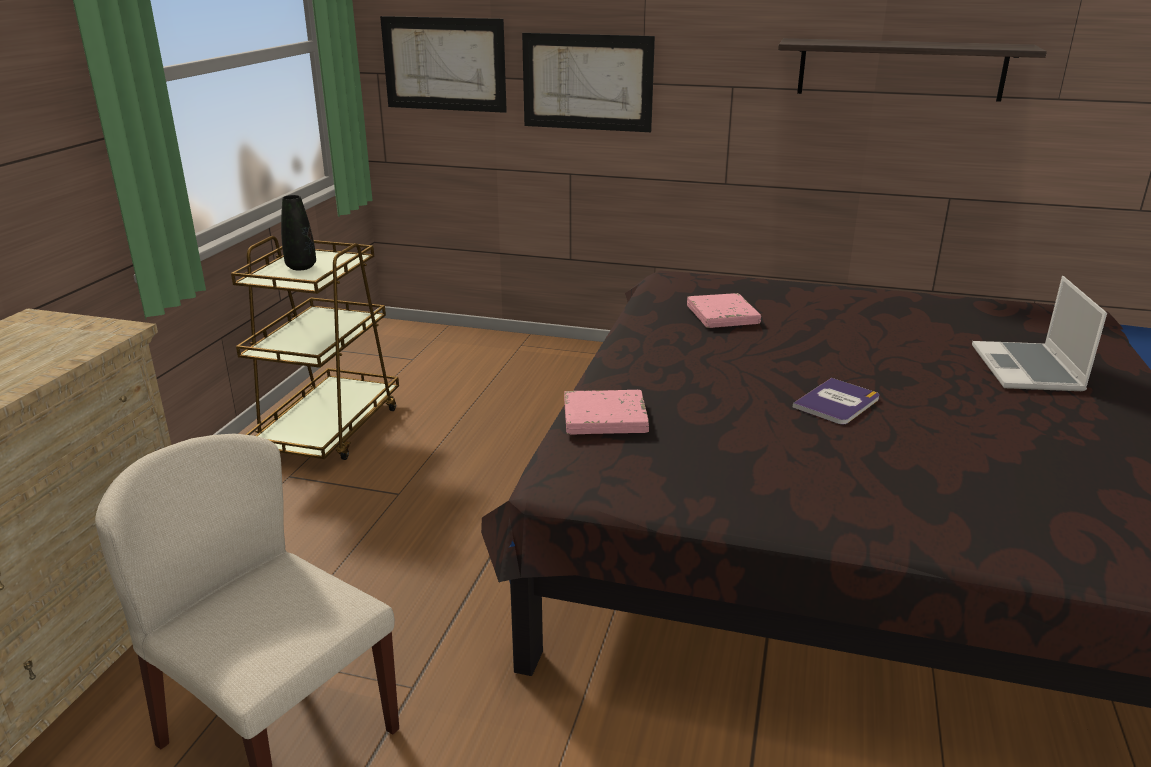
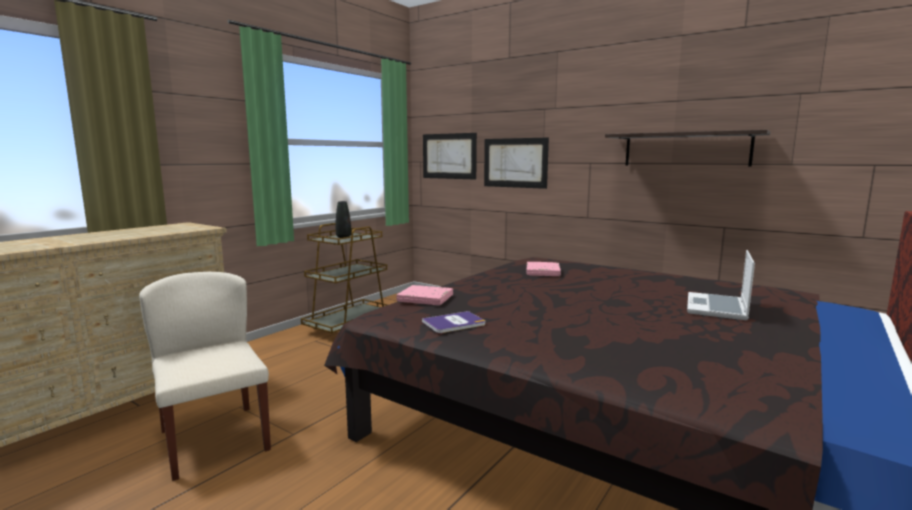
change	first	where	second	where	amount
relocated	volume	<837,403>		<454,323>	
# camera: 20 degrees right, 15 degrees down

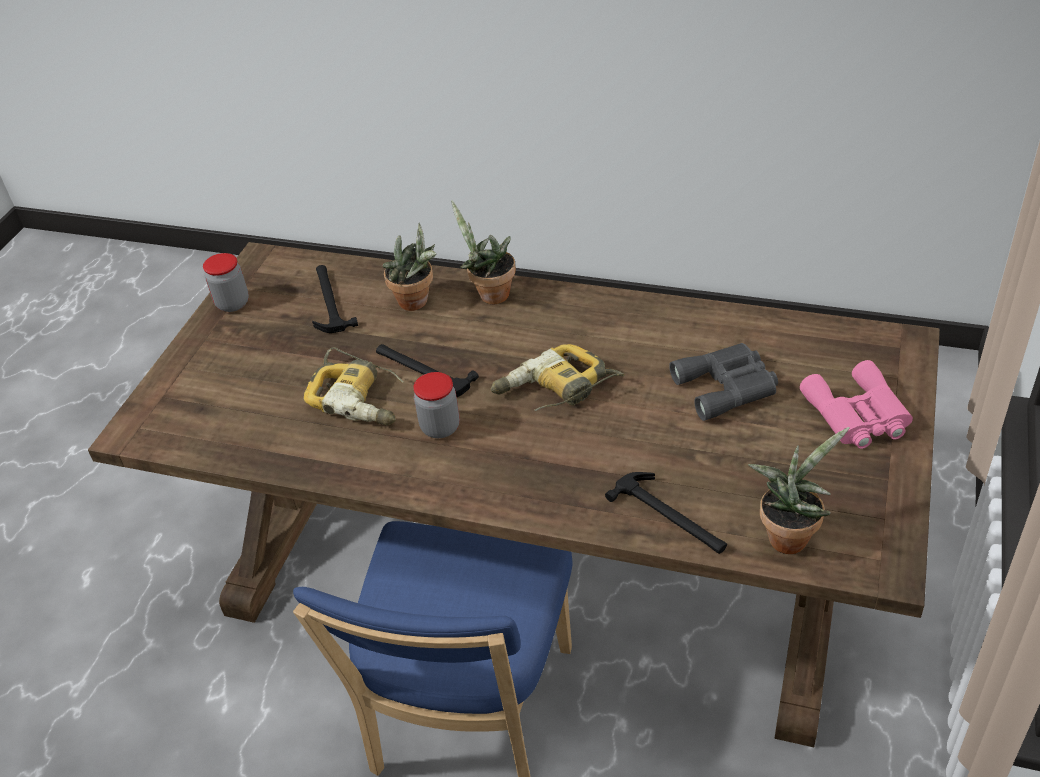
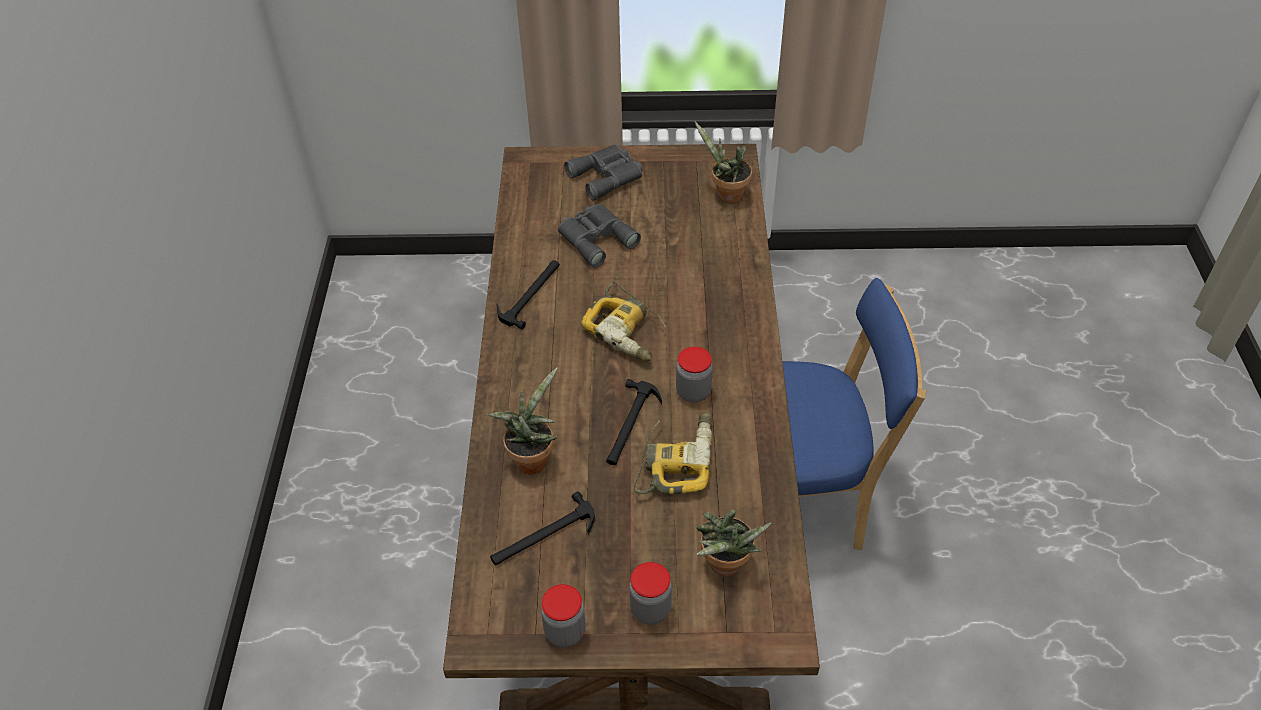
change	first	where	second	where	amount
appeared			storage_jar	<650,609>	
relocated	potted_plant	<490,294>		<725,567>	
relocated	hammer	<670,516>		<530,294>	
colour	pinkish_field_glasses	<857,416>	grey_field_glasses	<608,176>	
# camera: 110 degrees left, 5 degrees up

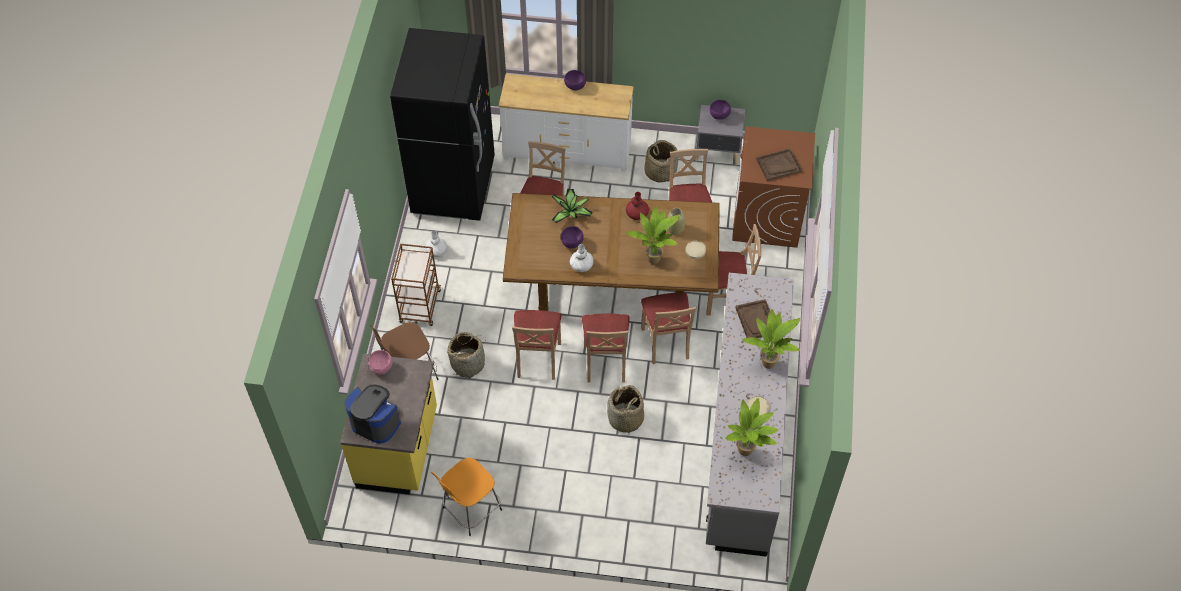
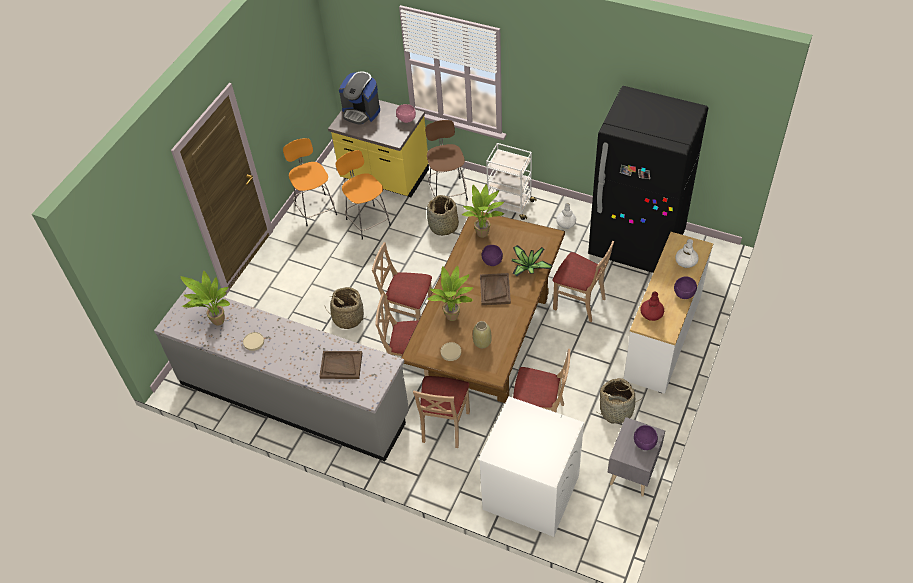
change	first	where	second	where	amount
missing	beige-coloured_plain_chair	<537,359>			
appeared			orange_stool	<367,221>	
relocated	white-coloured_decorative_vase	<581,265>		<685,261>	
relocated	reddish_decorative_vase	<637,213>		<651,314>	
relocated	potted_plant	<768,362>		<484,234>	
relocated	brownish_carrying_tray	<778,166>		<495,290>	
colour	brownish_cart	<420,307>	white-coloured_cart	<510,205>	
colour	brownish_laundry_machine	<767,217>	white-coloured_laundry_machine	<530,492>	
spun	coffee_machine	<376,422>		<361,112>	75 degrees clockwise
# camera: 110 degrees right, 5 degrees down

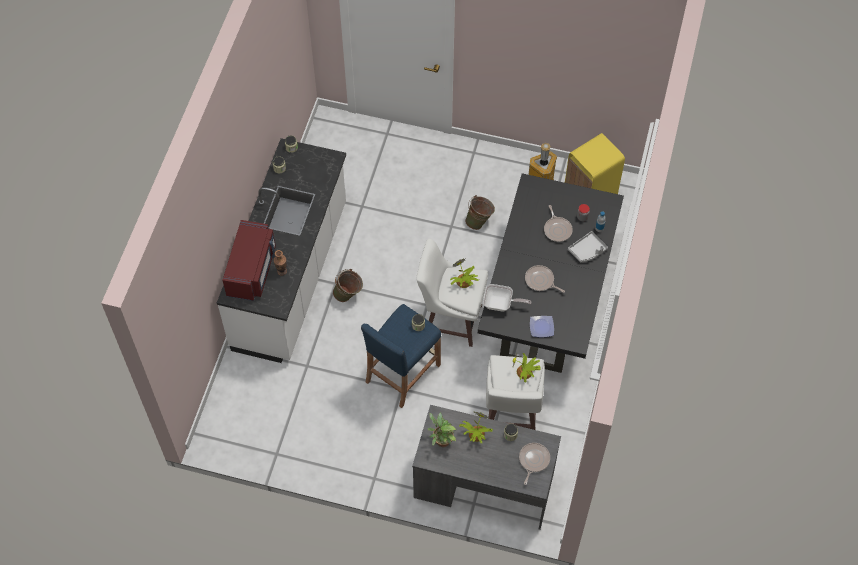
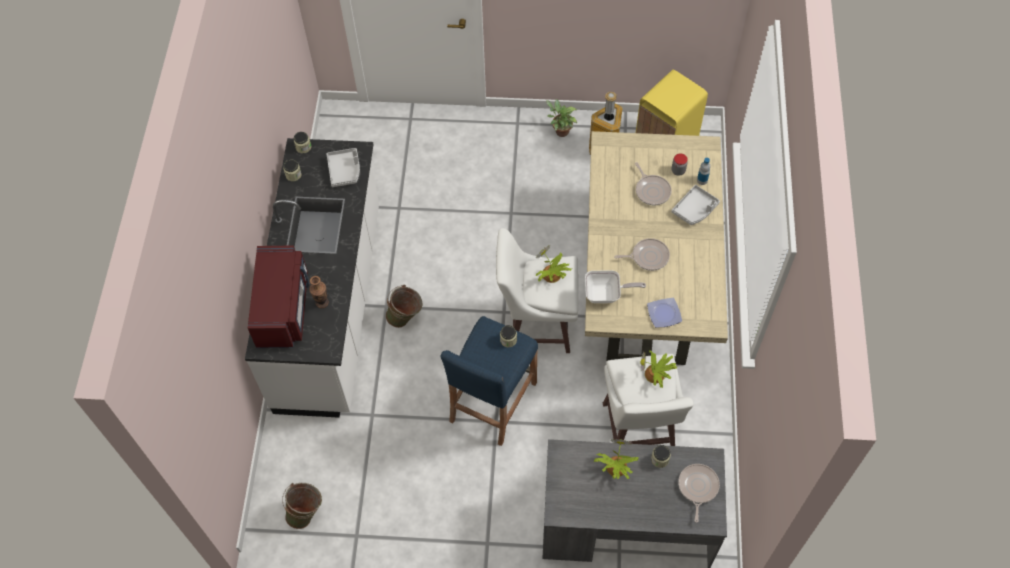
change	first	where	second	where	amount
appeared			grey_carrying_tray	<345,170>	
relocated	potted_plant	<441,440>		<560,131>	
relocated	green-coloured_water_bucket	<479,221>		<306,513>	
colour	blackish_dinner_table	<546,304>	beige-coloured_dinner_table	<646,284>	
spun	skillet	<540,281>		<648,256>	150 degrees clockwise
# camera: 10 degrees left, 0 degrees up

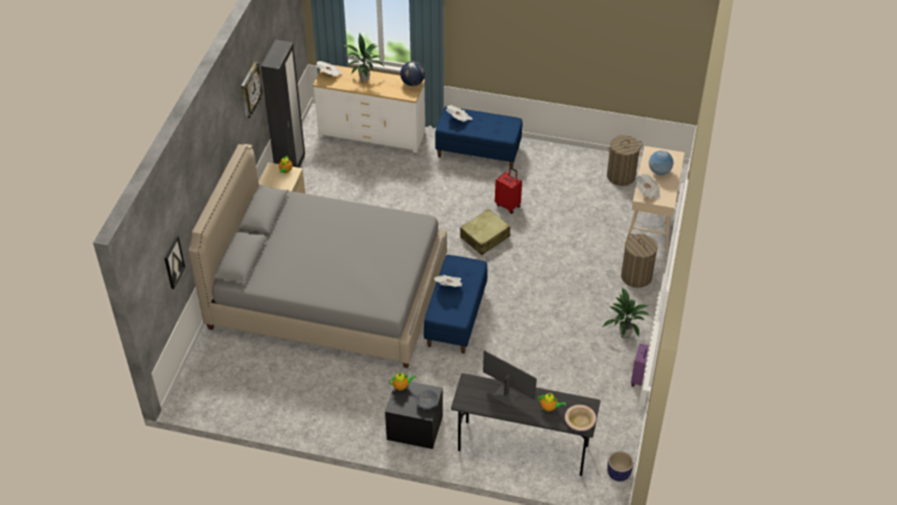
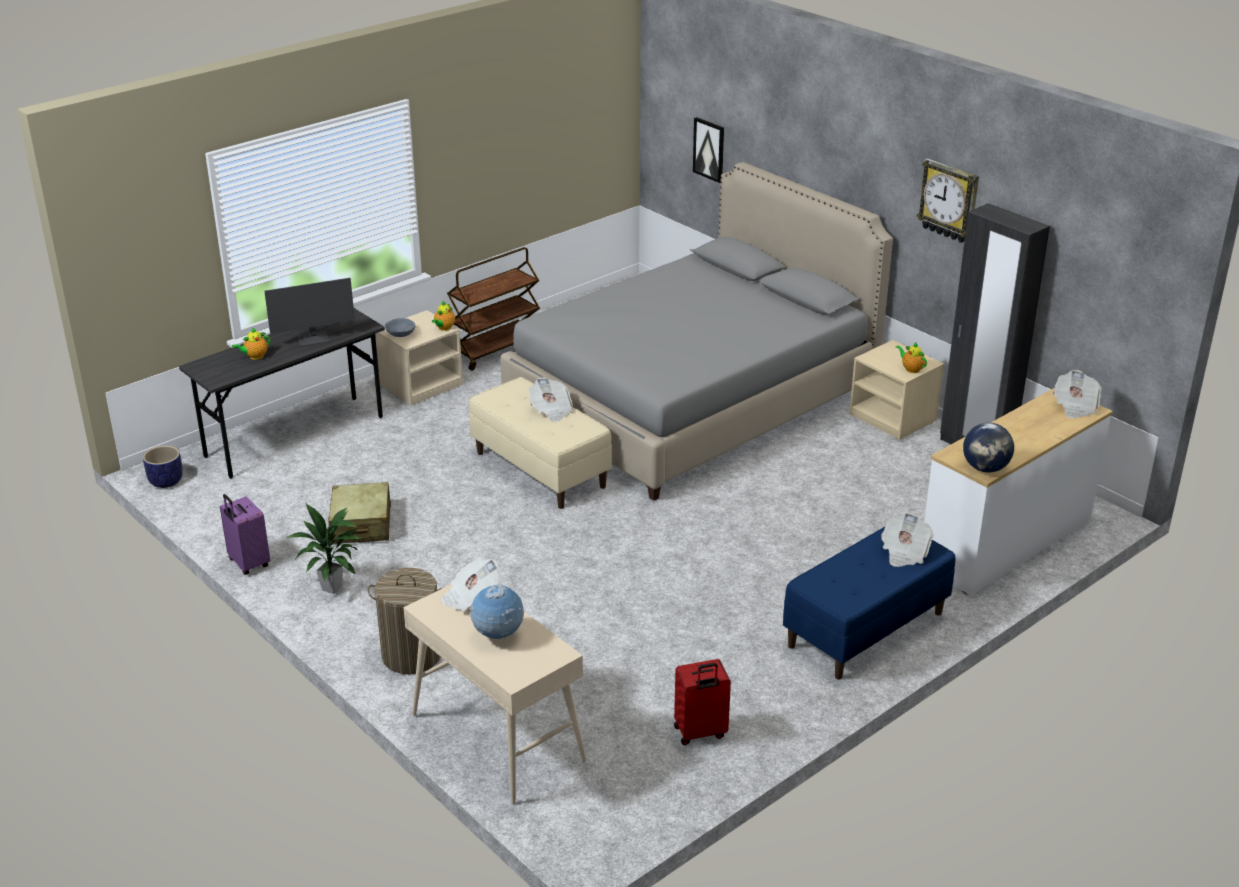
change	first	where	second	where	amount
missing	potted_plant	<364,79>			
missing	beige-coloured_serving_bowl	<579,421>			
missing	laundry_basket	<621,176>			
appeared			brownish_cart	<496,349>	
relocated	beige-coloured_travel_case	<485,237>		<361,525>	
relocated	reddish_travel_case	<508,205>		<700,733>	
colour	blackish_bedside_table	<414,428>	beige-coloured_bedside_table	<421,384>	
colour	blue-coloured_bench	<455,317>	beige-coloured_bench	<541,470>	
# camera: 125 degrees right, 15 degrees down

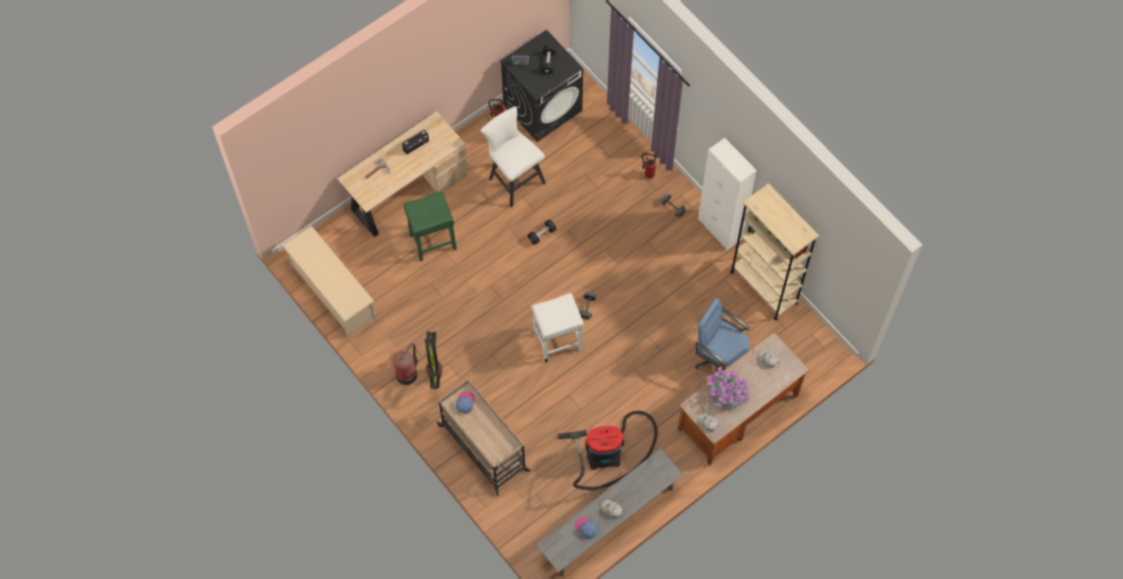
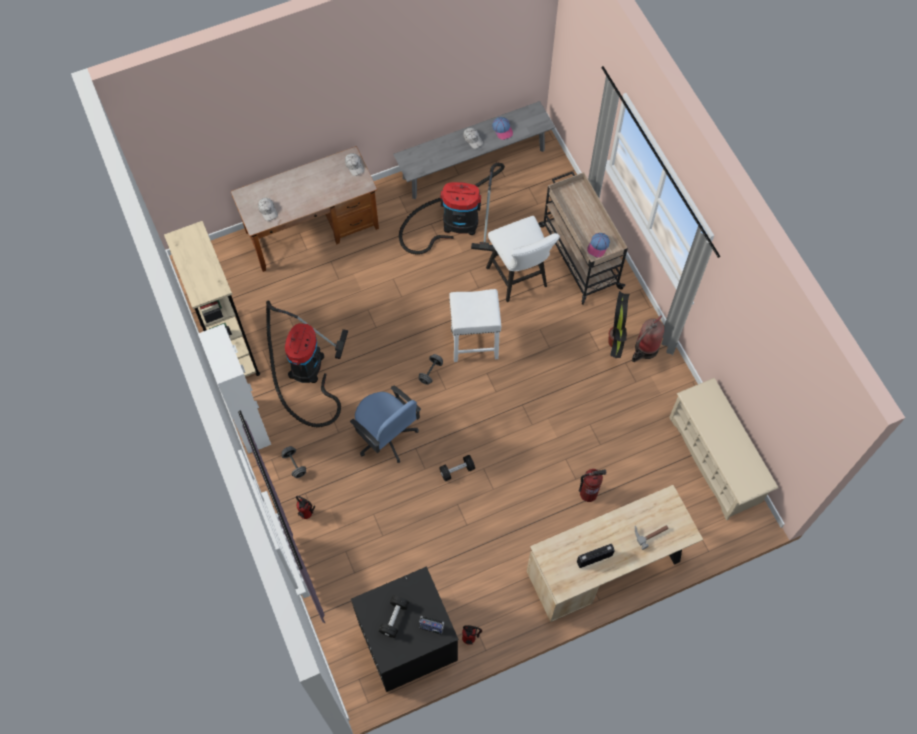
change	first	where	second	where	amount
missing	potted_plant	<727,394>			
appeared			vacuum_cleaner	<306,370>	
relocated	white-coloured_stool	<514,179>		<519,280>	
relocated	blue-coloured_office_chair	<720,357>		<386,436>	
exchanged	green-coloured_stool	<432,242>	fire_extinguisher	<588,493>	
# camera: 165 degrees left, 0 degrees up

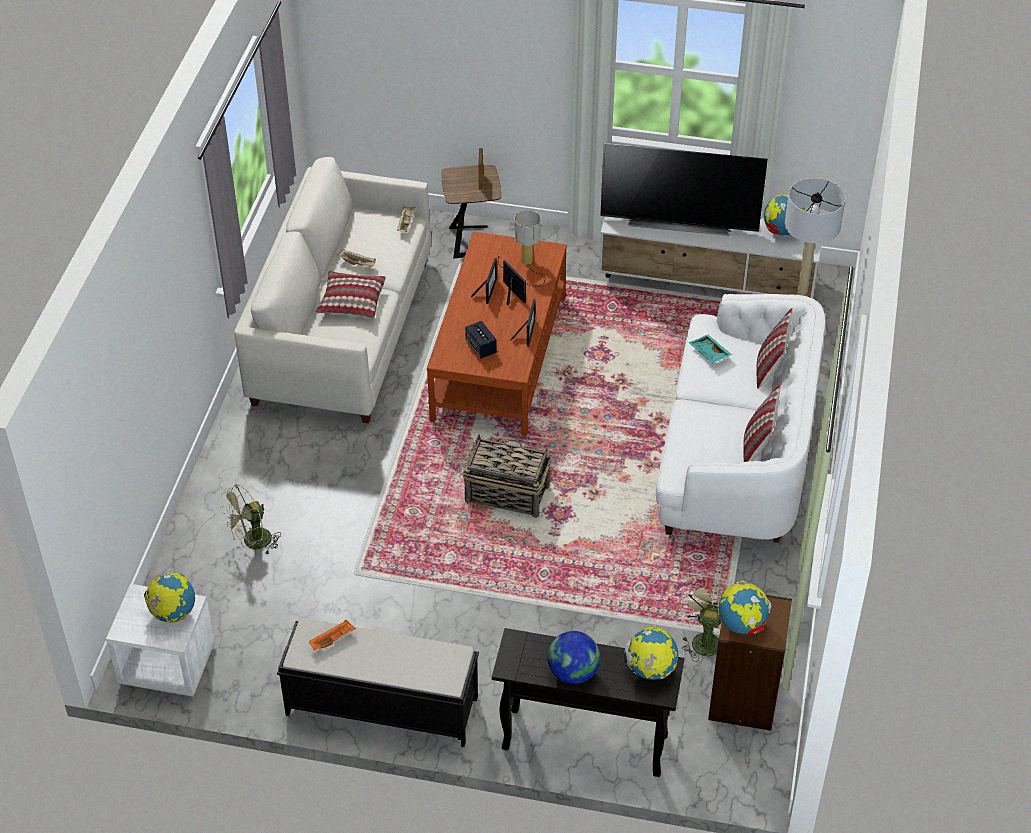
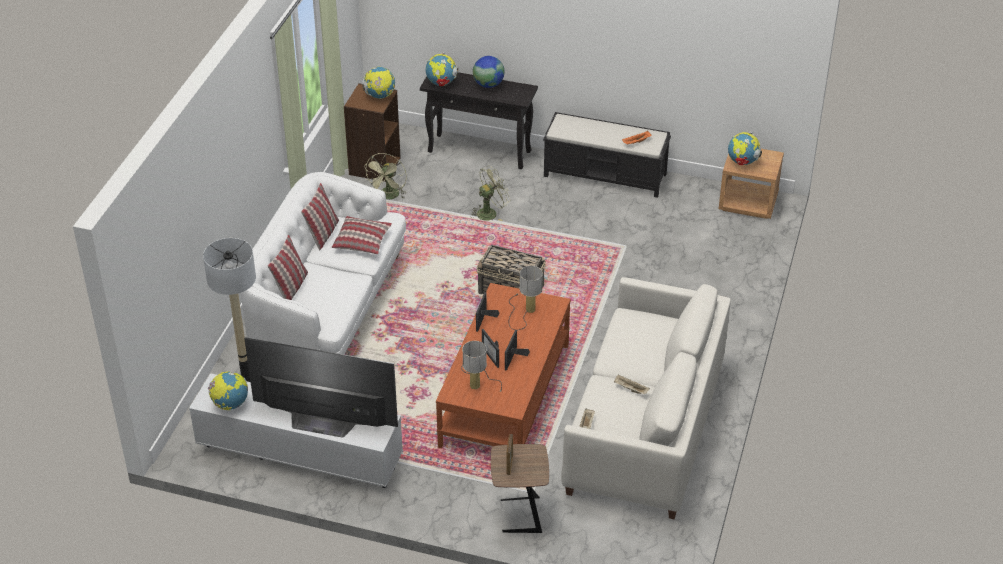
change	first	where	second	where	amount
missing	blue-green_carrying_tray	<709,353>			
relocated	green-coloured_cooling_fan	<252,543>		<490,212>	
relocated	cushion	<351,302>		<362,241>	
exchanged	loudspeaker	<481,347>	tabletop_lamp	<524,311>	
colour	white-coloured_bedside_table	<166,665>	brownish_bedside_table	<748,202>	
# camera: 175 degrees left, 5 degrees down

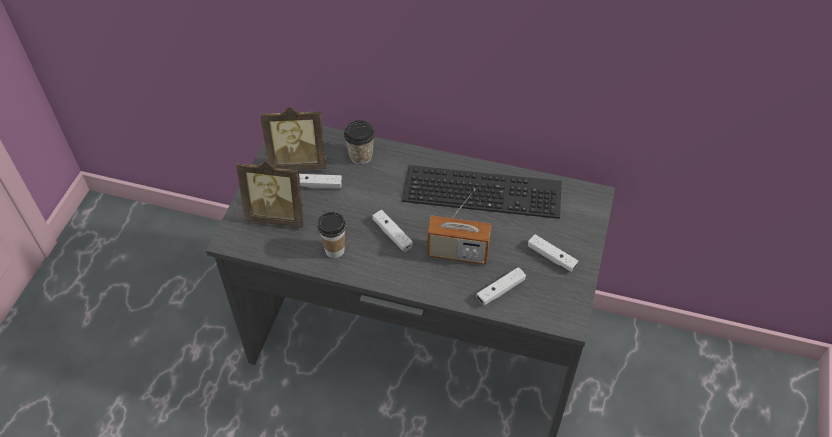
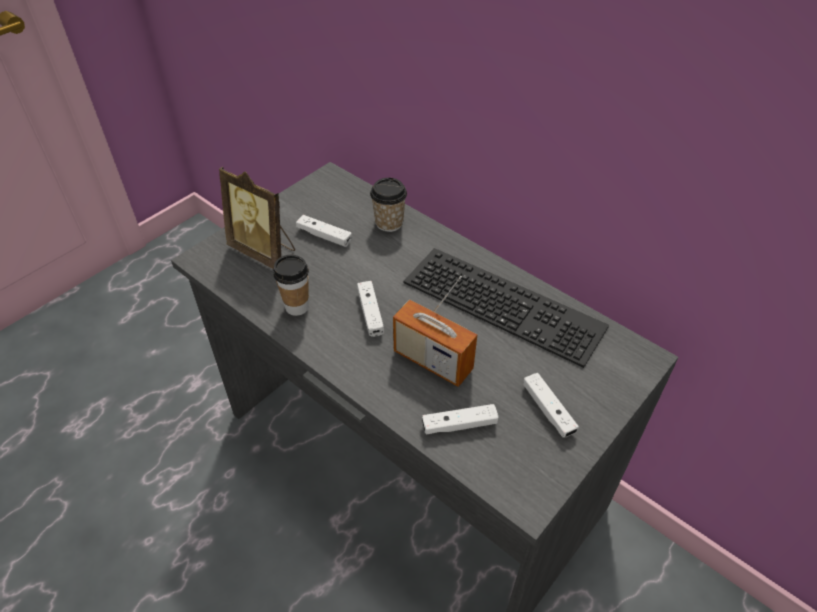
change	first	where	second	where	amount
missing	photo_frame	<298,162>			
# camera: 25 degrees right, 5 degrees down

